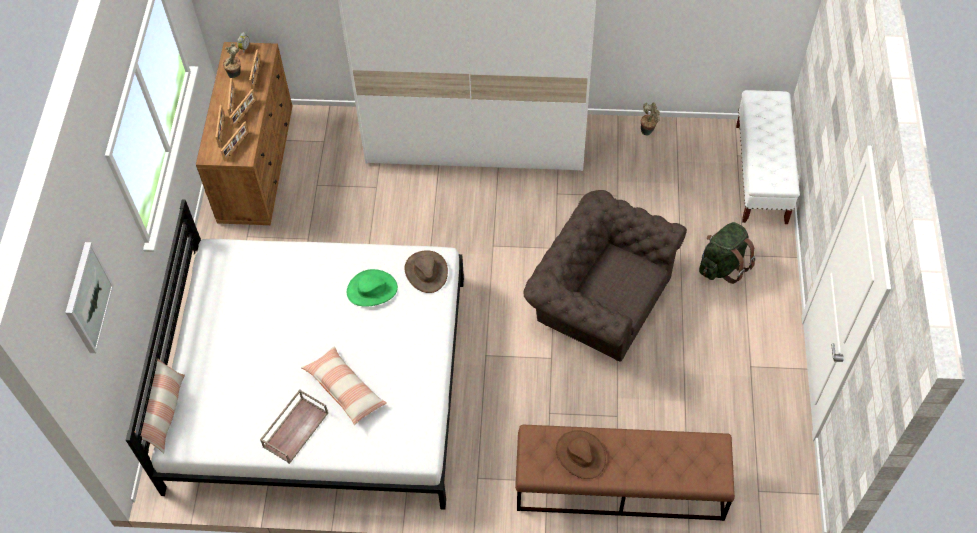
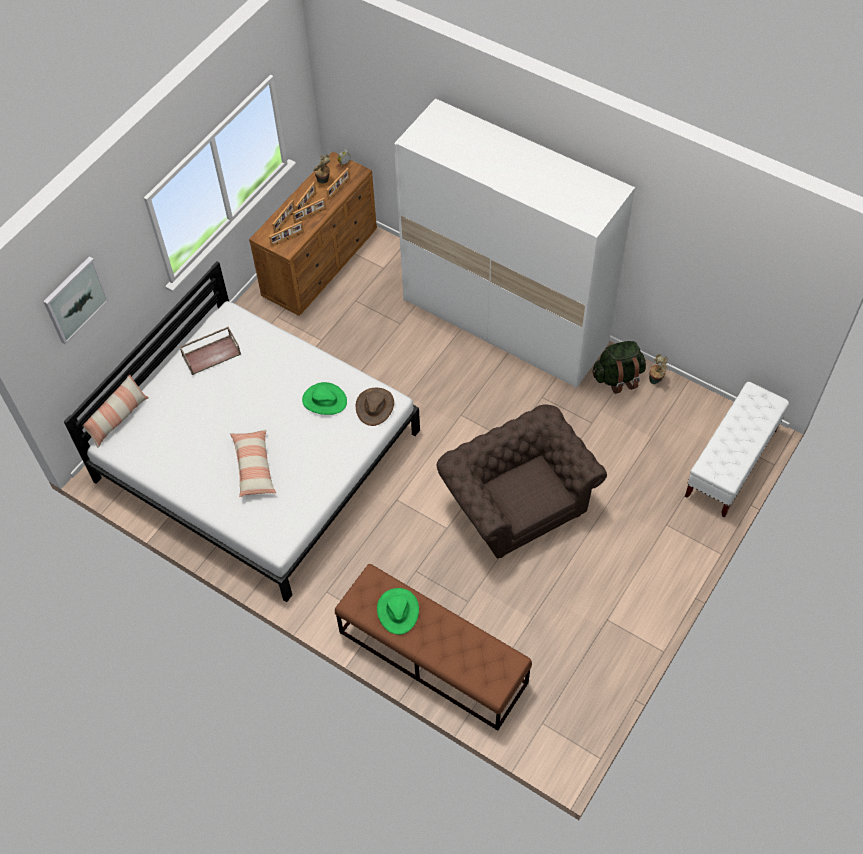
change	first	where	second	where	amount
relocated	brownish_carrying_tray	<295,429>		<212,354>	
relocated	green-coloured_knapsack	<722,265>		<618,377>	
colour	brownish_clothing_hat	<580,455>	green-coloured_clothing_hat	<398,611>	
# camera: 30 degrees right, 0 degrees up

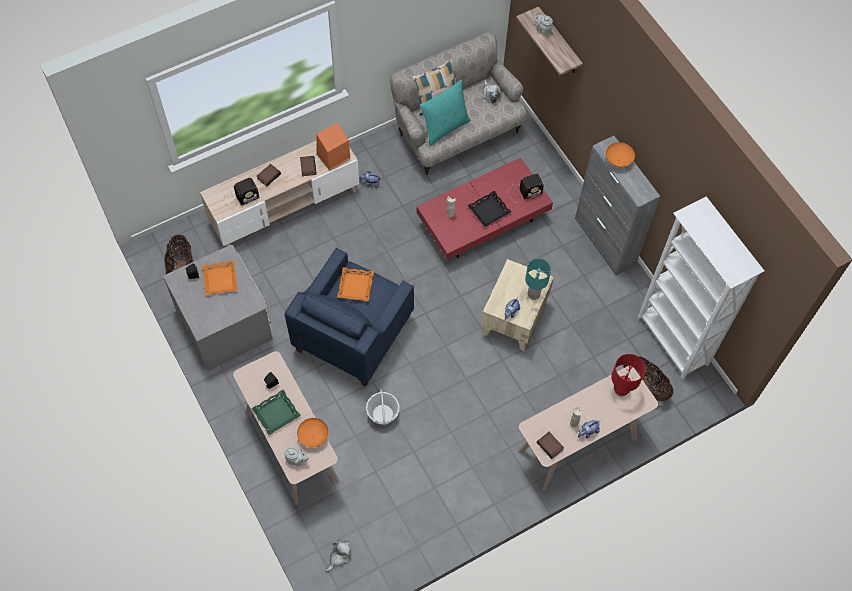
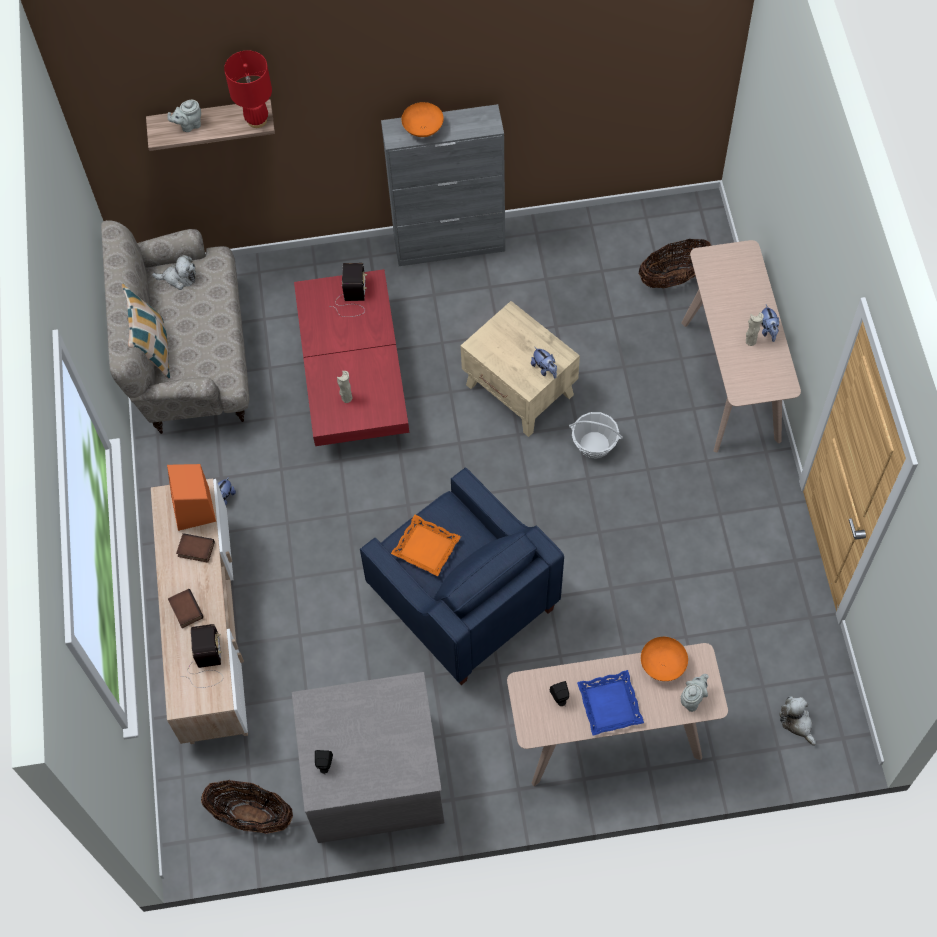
change	first	where	second	where	amount
missing	orange_carrying_tray	<220,279>			
missing	blue-green_cushion	<444,127>			
missing	blackish_carrying_tray	<489,210>			
missing	blue-green_tabletop_lamp	<533,294>			
missing	volume	<550,446>			
missing	white-coloured_bookshelf	<672,342>			
relocated	storage_basket	<382,414>		<594,445>	
relocated	reddish_tabletop_lamp	<621,390>		<257,120>	
colour	green-coloured_carrying_tray	<276,413>	blue-coloured_carrying_tray	<609,705>	
# camera: 65 degrees left, 0 degrees up

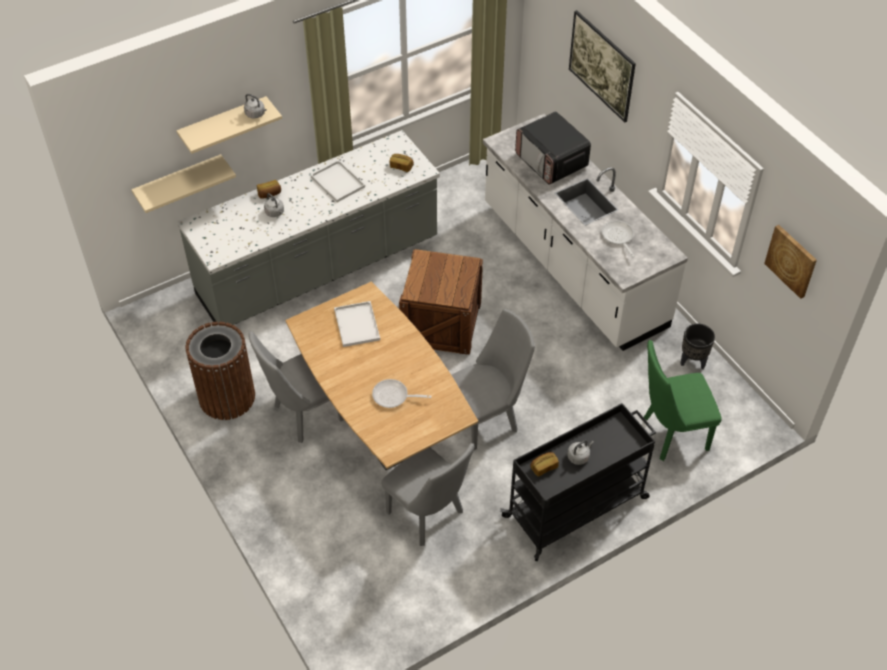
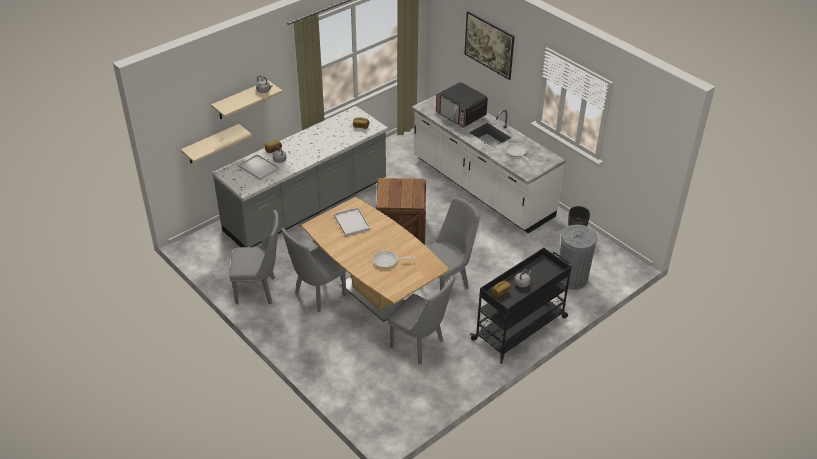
change	first	where	second	where	amount
missing	wall_art	<791,260>			
relocated	white-coloured_carrying_tray	<338,182>		<259,167>	
exchanged	brownish_rubbish_bin	<227,397>	grey_plain_chair	<260,290>	
exchanged	green-coloured_plain_chair	<669,435>	grey_rubbish_bin	<572,278>	
# camera: 10 degrees left, 10 degrees down

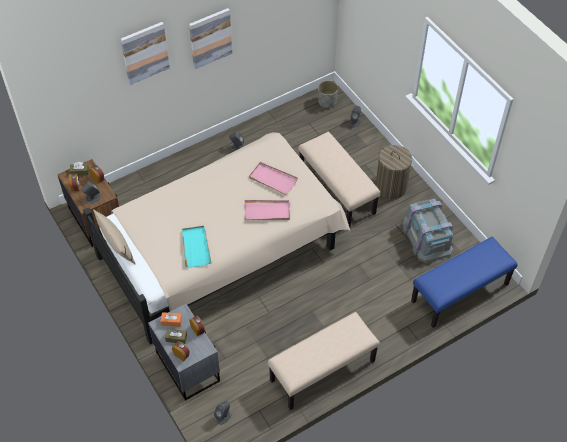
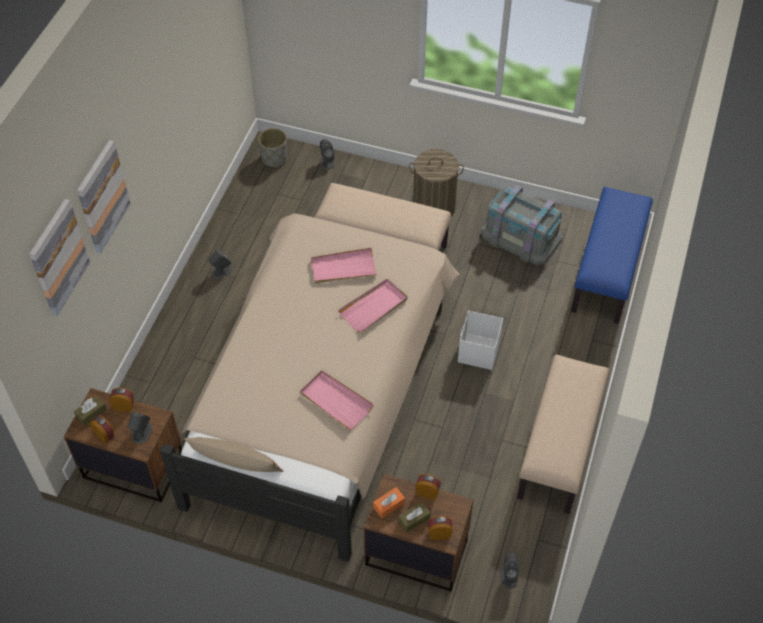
change	first	where	second	where	amount
appeared			white-coloured_storage_box	<478,352>	
relocated	wall_art	<210,38>		<58,257>	
colour	grey_bedside_table	<188,366>	brownish_bedside_table	<416,552>	
colour	blue-green_carrying_tray	<195,247>	pinkish_carrying_tray	<336,401>	
# camera: 40 degrees left, 0 degrees up

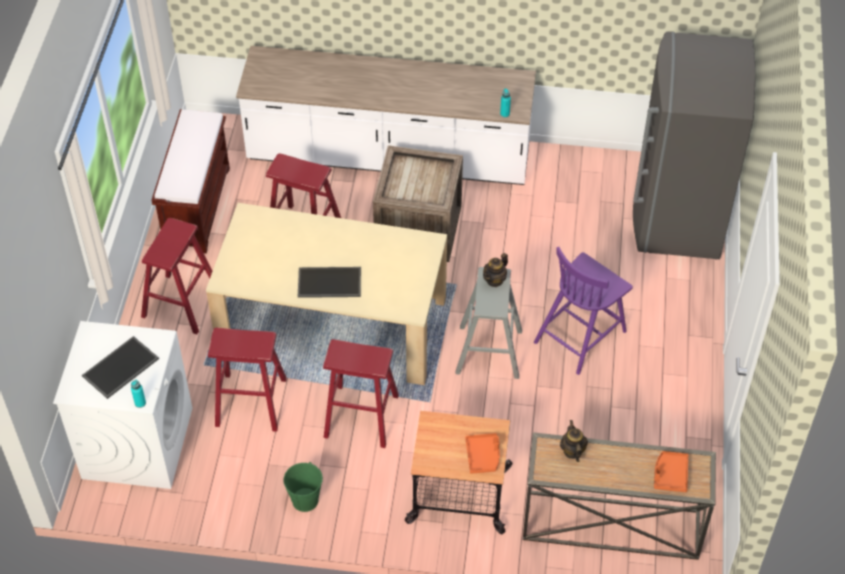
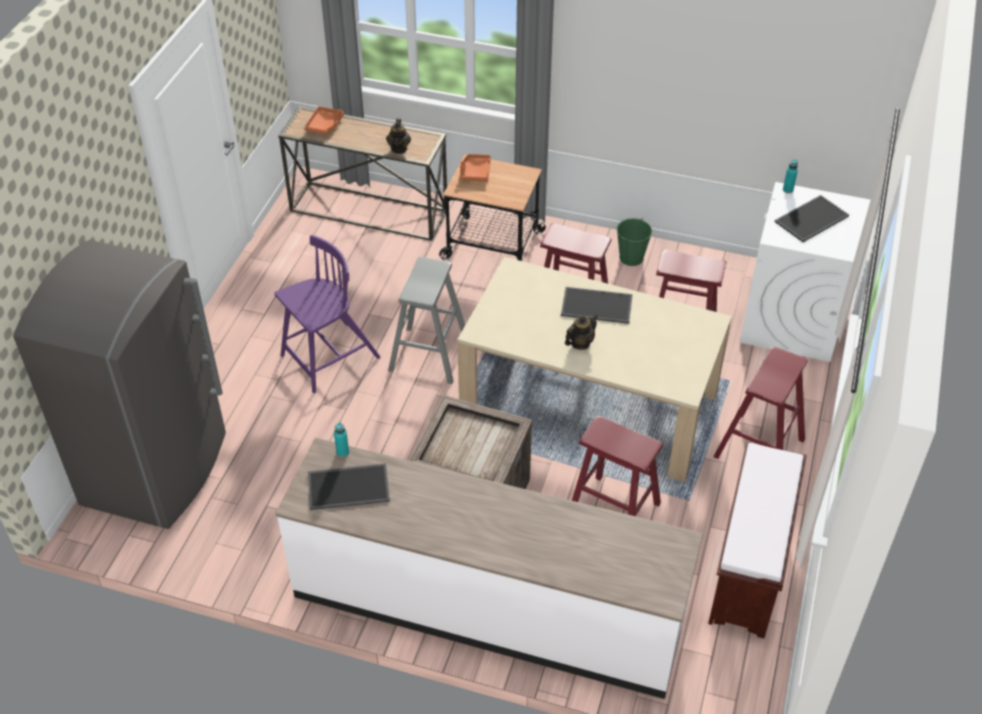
change	first	where	second	where	amount
appeared			carrying_tray	<349,486>	
relocated	tea_pot	<495,280>		<580,343>	
# camera: 170 degrees left, 5 degrees down

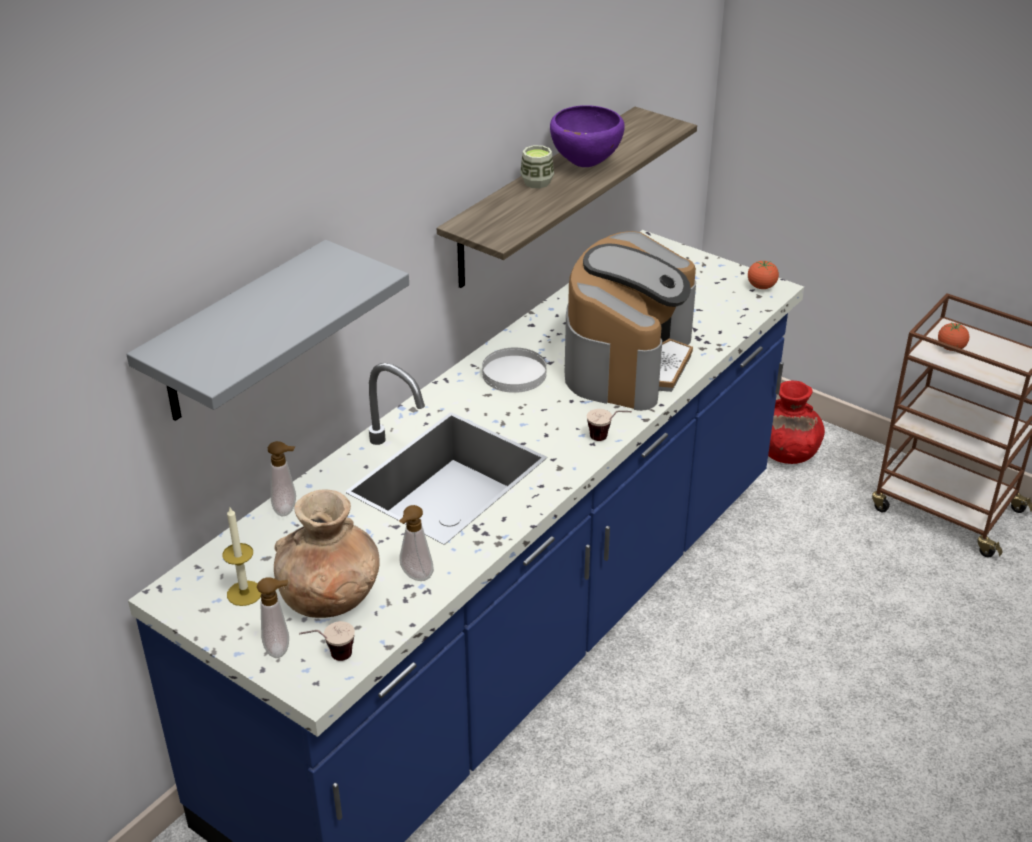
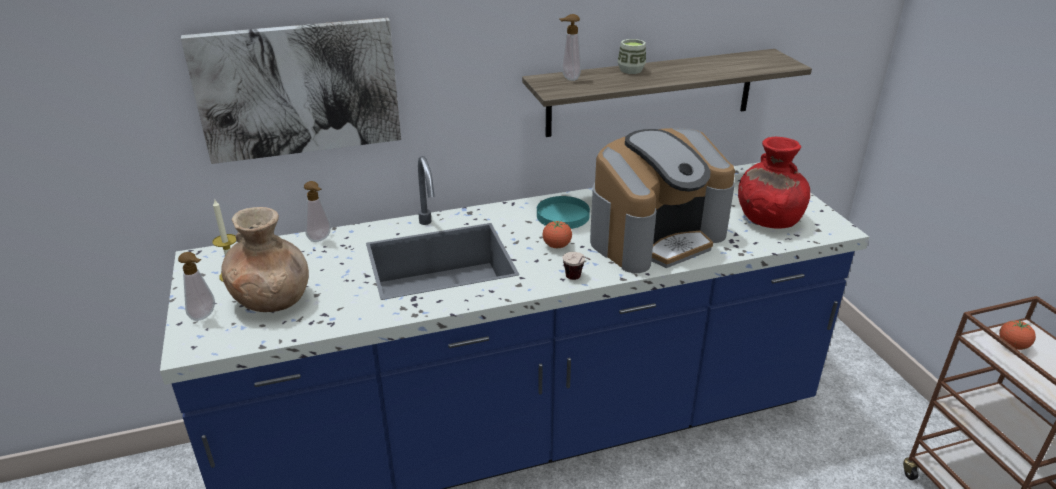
change	first	where	second	where	amount
missing	drinking_cup	<330,658>			
missing	purple_serving_bowl	<585,165>			
relocated	liquid_soap_bottle	<415,577>		<568,78>	
relocated	fresh_tomato	<761,287>		<557,246>	
relocated	reddish_decorative_vase	<786,453>		<767,219>	
exchanged	grey_bracket_shelf	<238,334>	wall_art	<298,89>	
colour	white-coloured_dinner_plate	<514,373>	blue-green_dinner_plate	<563,215>	
# camera: 35 degrees right, 5 degrees down

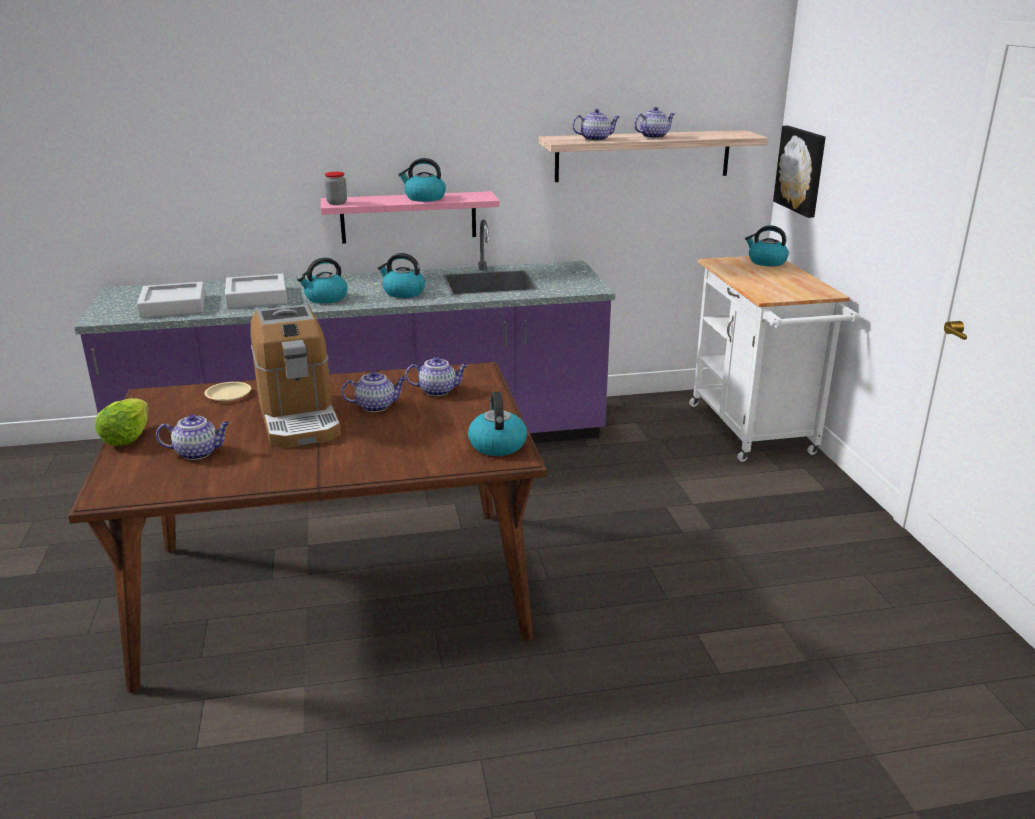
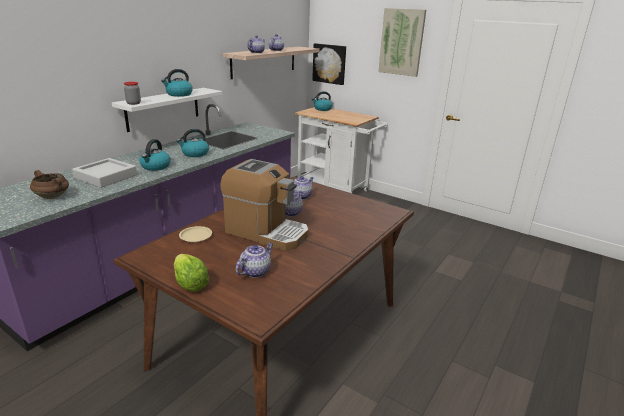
change	first	where	second	where	amount
missing	water_kettle	<497,444>			
appeared			wall_art	<401,42>	
exchanged	grey_carrying_tray	<173,306>	brownish_cooking_pot	<53,197>	
colour	pinkish_bracket_shelf	<408,217>	white-coloured_bracket_shelf	<163,109>	
# camera: 45 degrees left, 0 degrees up

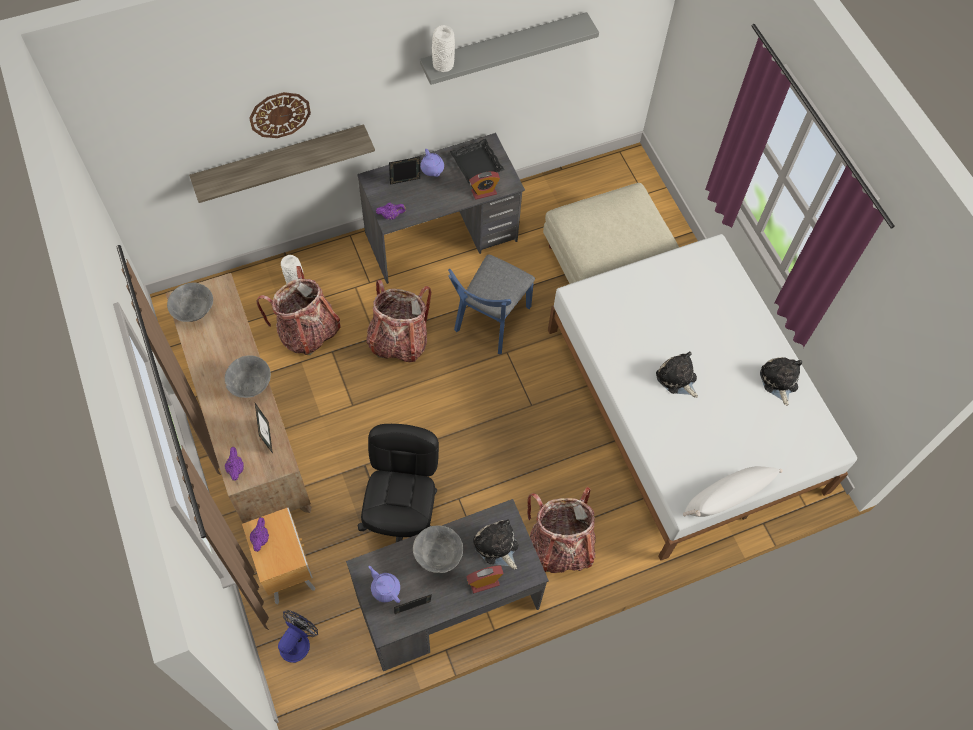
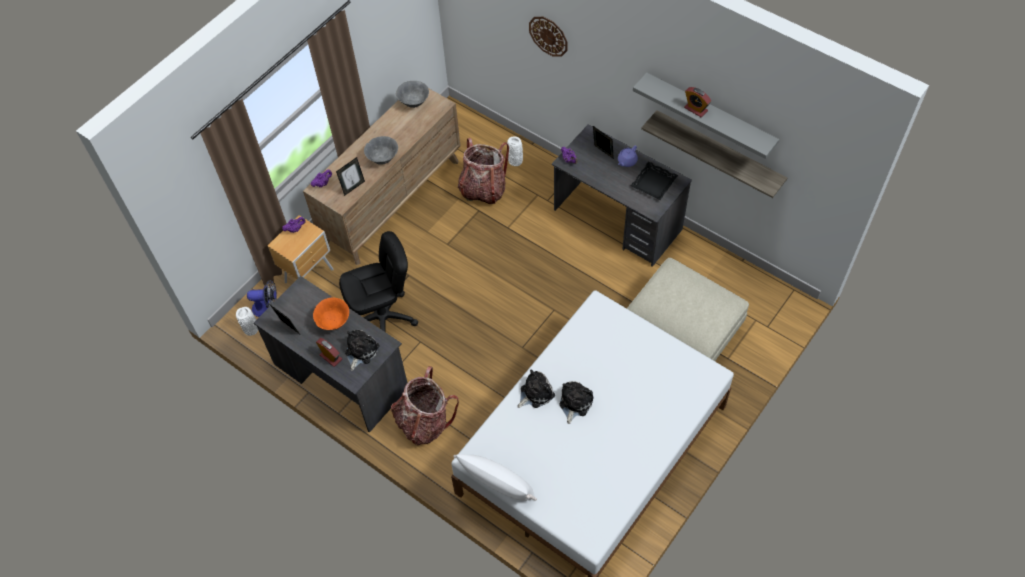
change	first	where	second	where	amount
missing	knapsack	<399,341>			
missing	purple_tea_pot	<385,588>			
missing	blue-coloured_plain_chair	<490,323>			
relocated	bracket_shelf	<280,160>		<718,152>	
relocated	white-coloured_decorative_vase	<443,64>		<251,329>	
relocated	alarm_clock	<484,192>		<695,109>	
relocated	plush_toy	<779,381>		<535,393>	
colour	grey_serving_bowl	<438,556>	orange_serving_bowl	<334,322>	
# camera: 65 degrees right, 5 degrees down

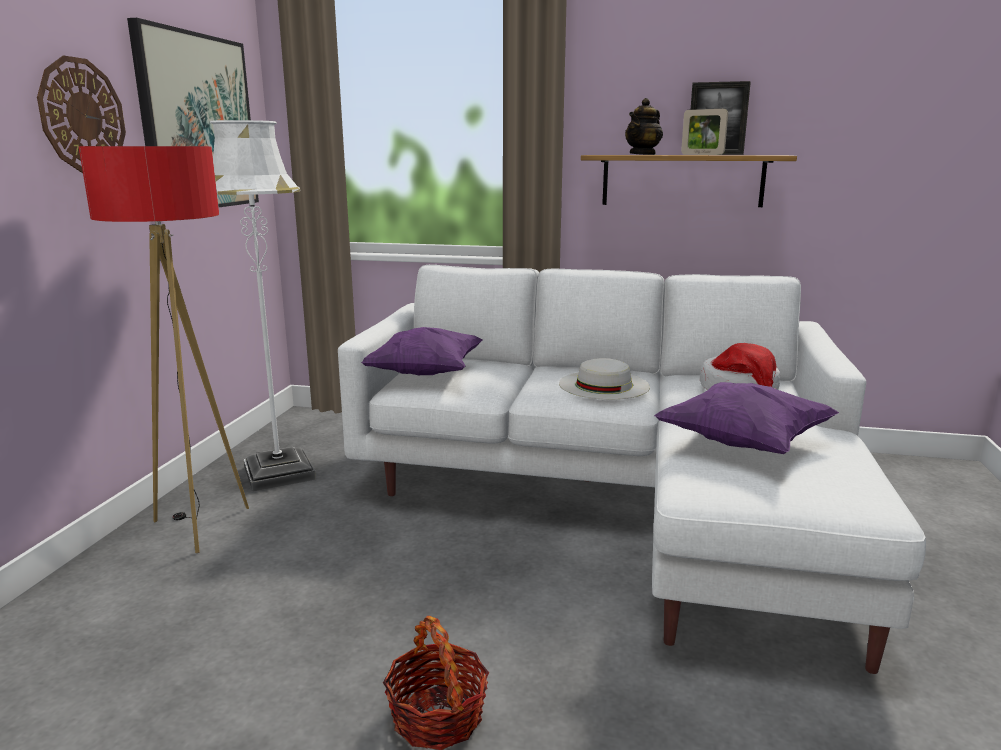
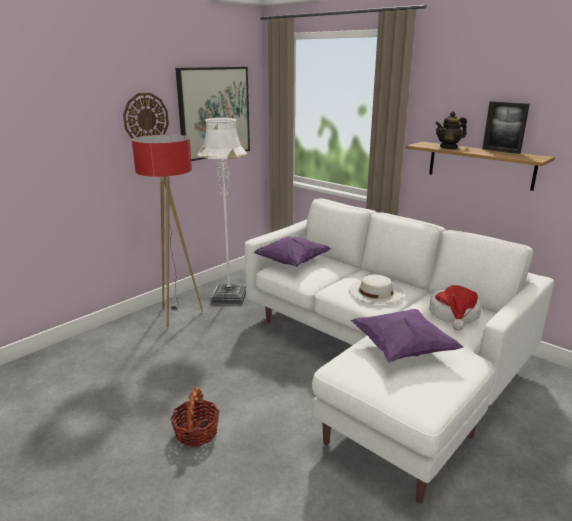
change	first	where	second	where	amount
missing	photo_frame	<702,154>			
# camera: 30 degrees right, 5 degrees up

